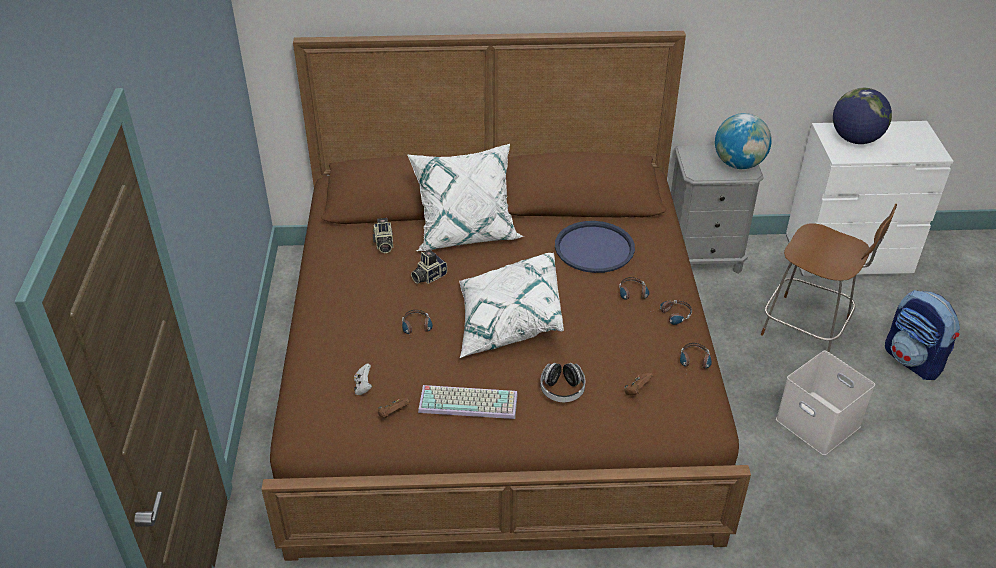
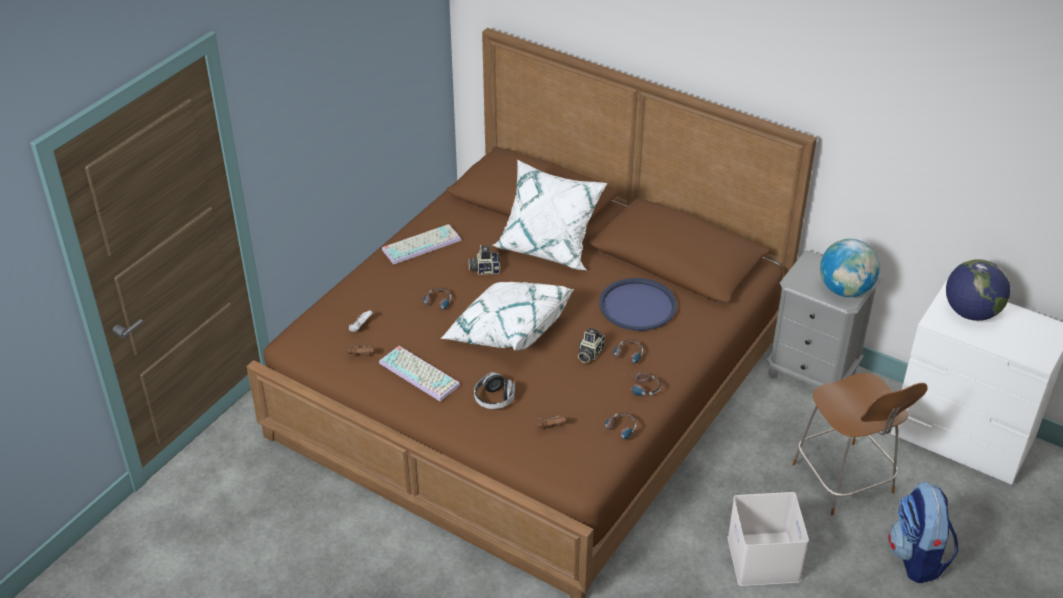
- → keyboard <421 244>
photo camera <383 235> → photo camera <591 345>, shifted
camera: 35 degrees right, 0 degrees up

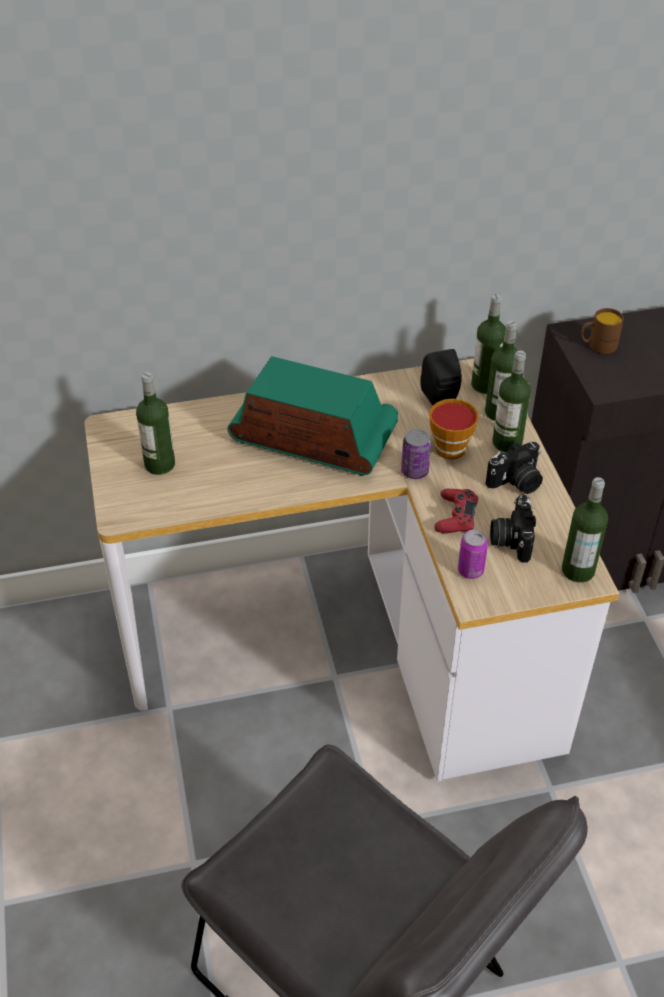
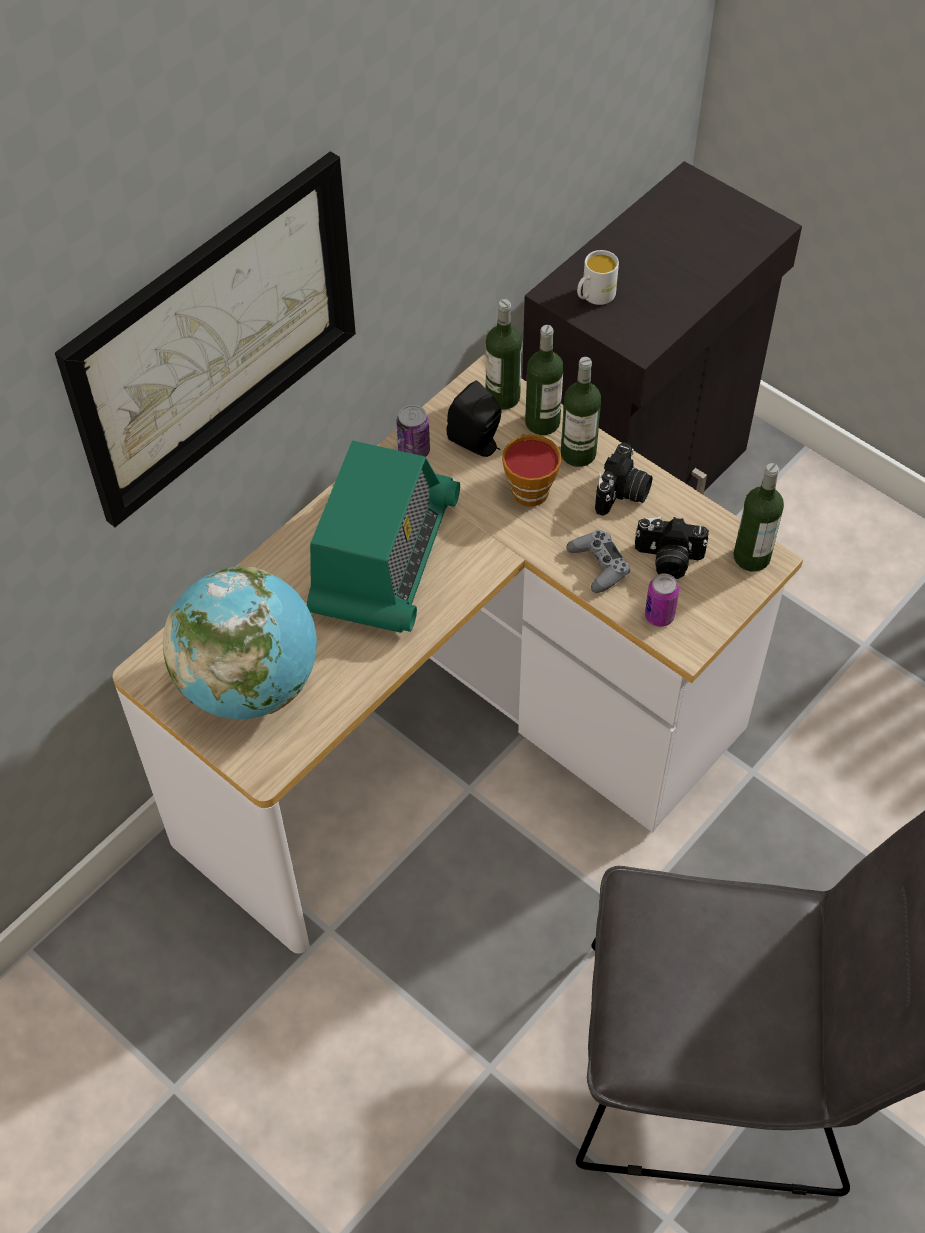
- → picture <205 339>
bottle <155 423> → globe <240 643>
radio <313 416> → radio <383 536>, 120 degrees clockwise
can <416 454> → can <413 431>, shifted
red game controller <456 510> → grey game controller <598 561>
brown mug <602 331> → white mug <598 277>
photo camera <513 529> → photo camera <672 547>, 45 degrees counterclockwise
camera: 35 degrees left, 10 degrees up

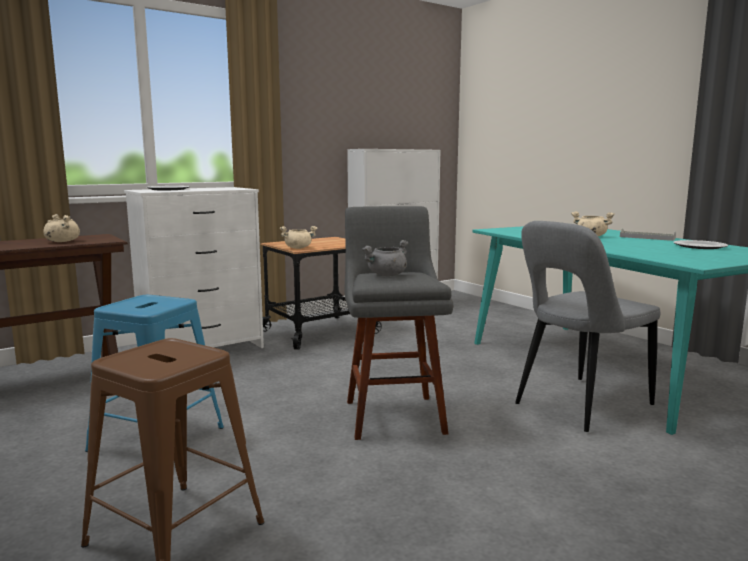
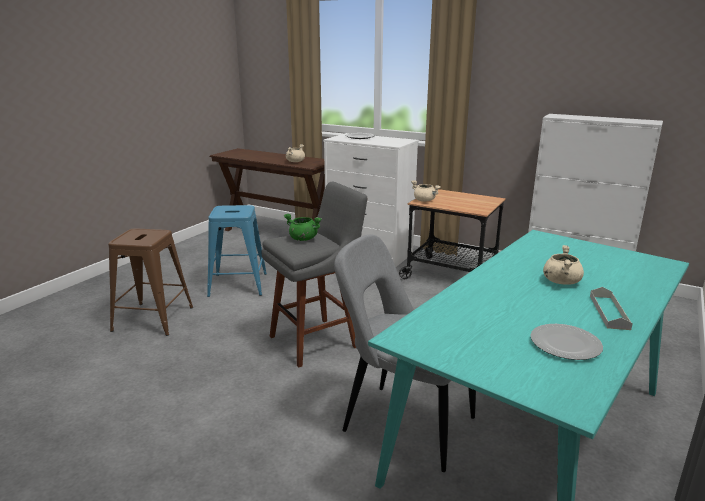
grey cooking pot <385 258> → green cooking pot <303 227>
camera: 65 degrees right, 10 degrees up

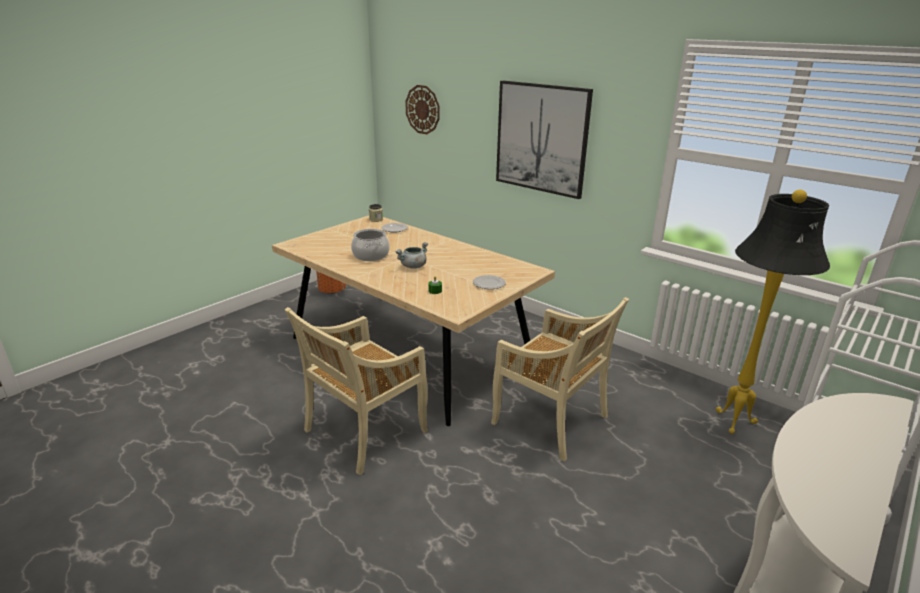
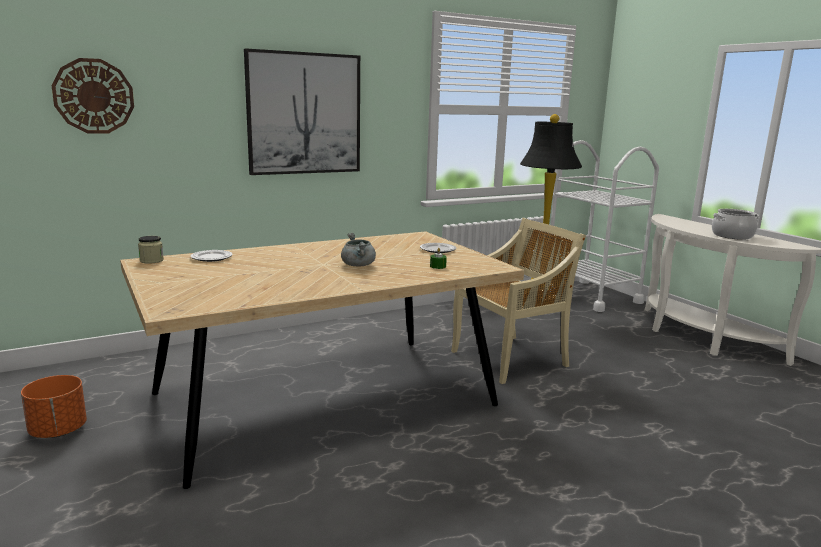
cooking pot <370 245> → cooking pot <735 224>, shifted
beige chair <356 391> → -
camera: 70 degrees left, 10 degrees down

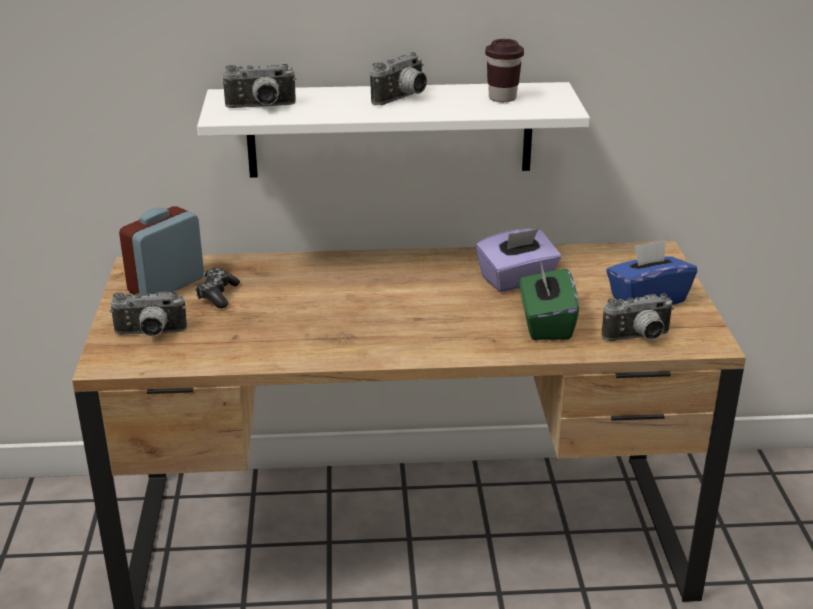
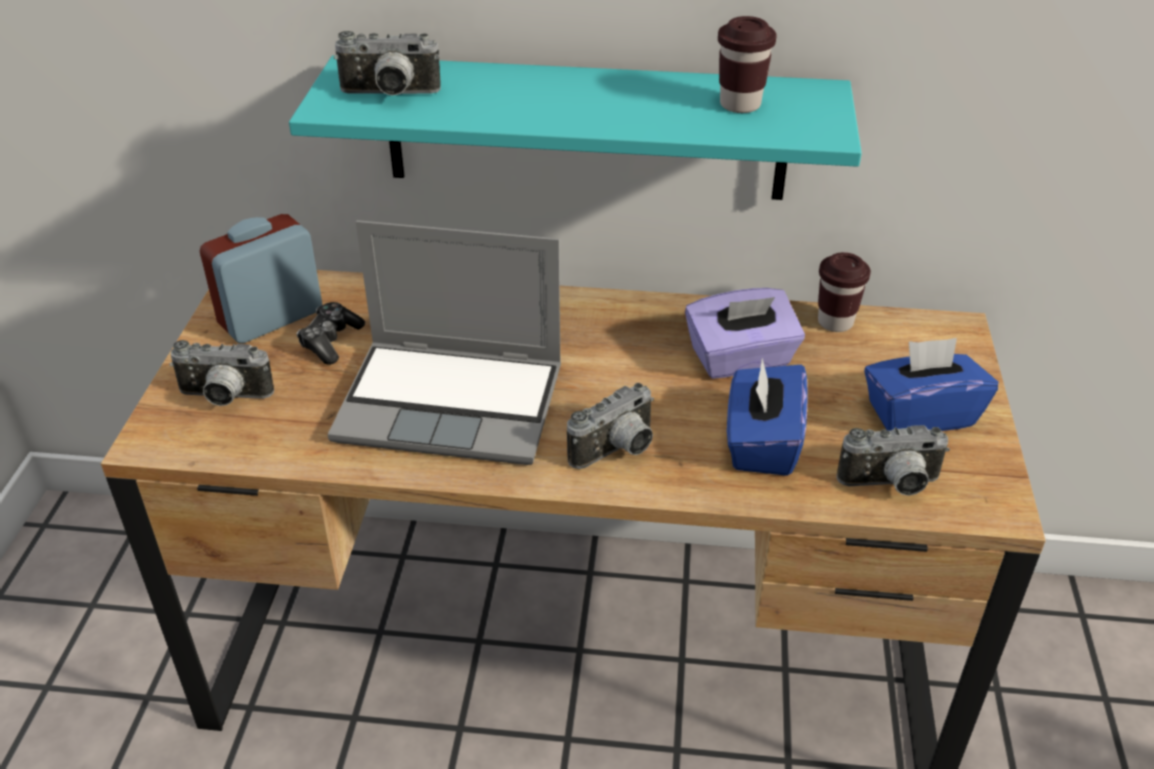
white shelf <393 130> → turquoise shelf <575 127>
- → laptop <444 342>
photo camera <398 78> → photo camera <610 426>, shifted
green tissue box <549 301> → blue tissue box <767 417>
- → brown cup <844 292>
camera: 10 degrees right, 10 degrees up

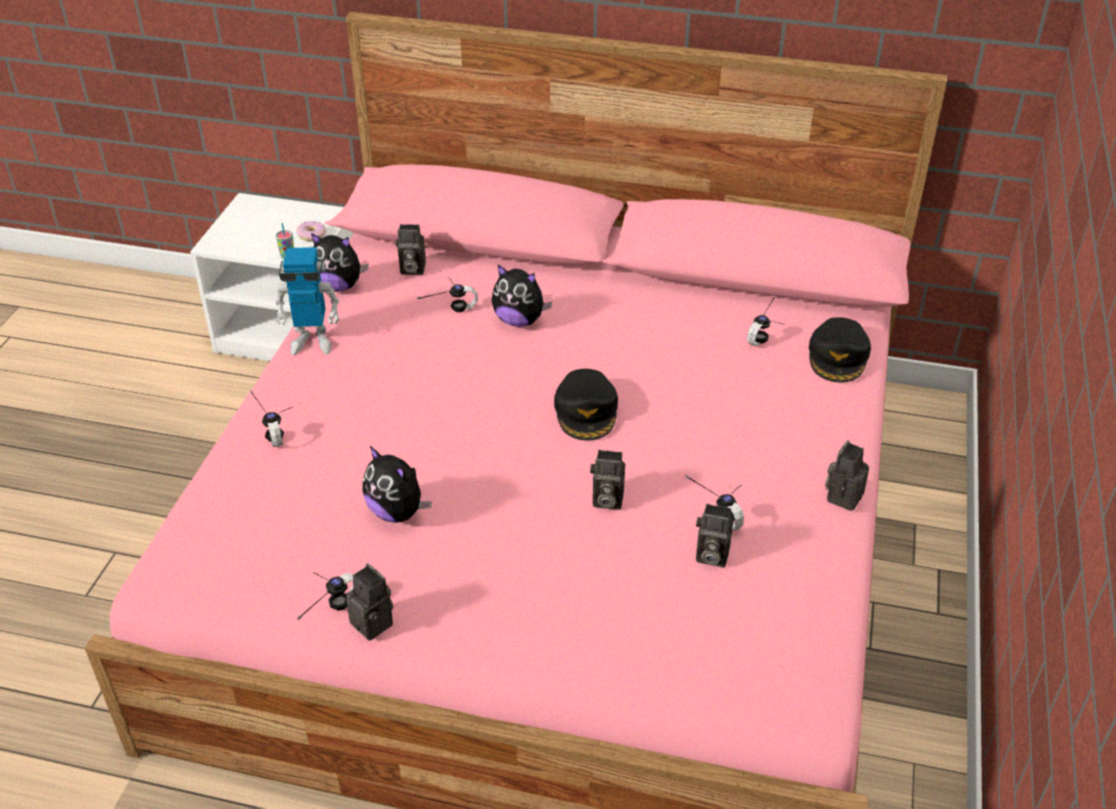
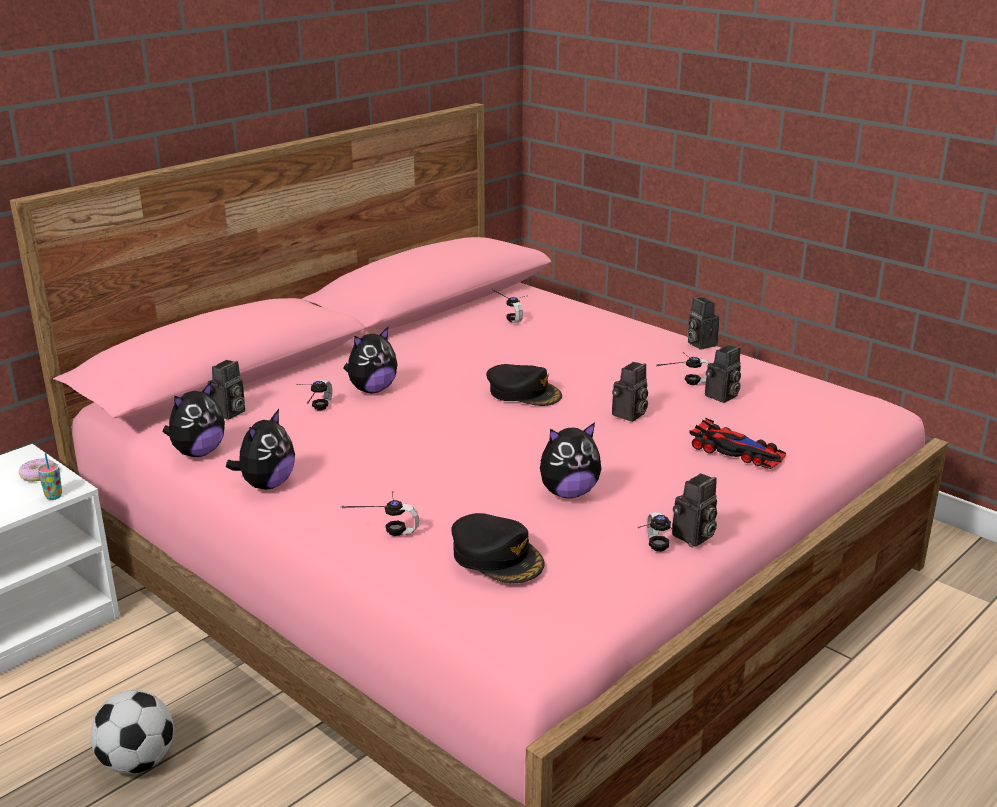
- → football <132 732>
toy robot <307 301> → plush toy <260 449>
black cap <840 349> → black cap <497 548>, shifted
photo camera <370 602> → photo camera <694 510>, 150 degrees clockwise
- → toy car <738 443>
camera: 60 degrees left, 15 degrees down

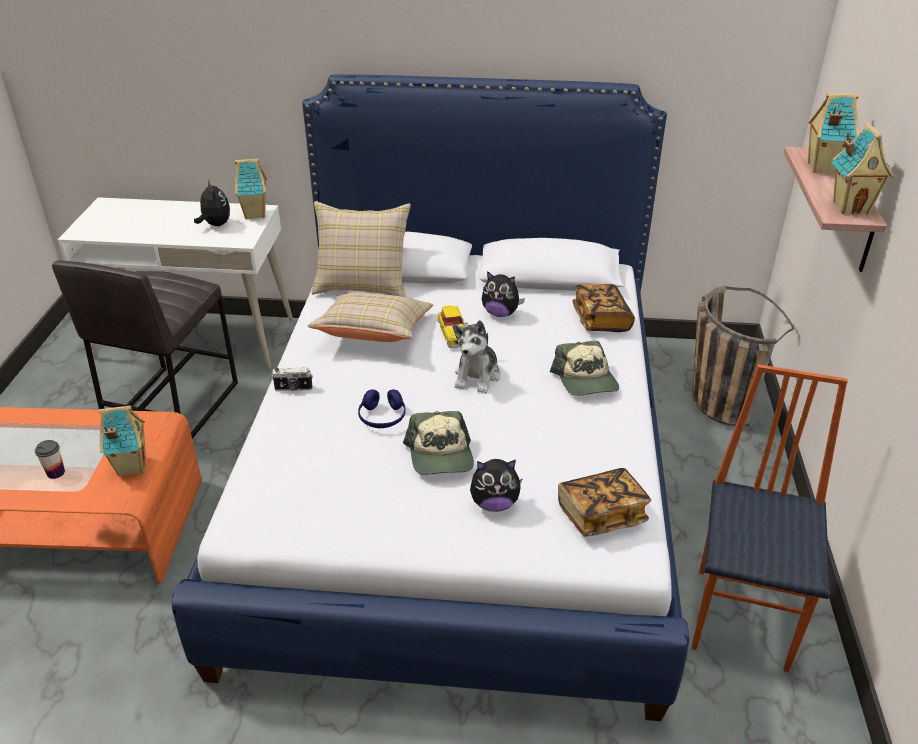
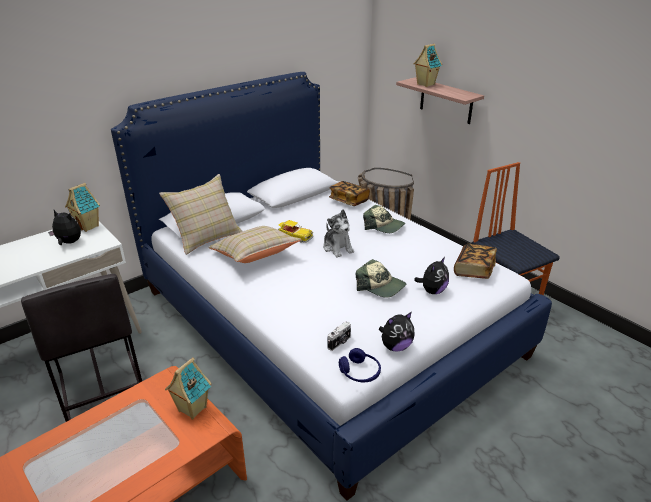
photo camera <292 379> → photo camera <339 336>, shifted
blue headphones <382 408> → blue headphones <360 365>, shifted
plush toy <503 294> → plush toy <397 331>, shifted
cup <50 459> → -
toy house <862 169> → -
camera: 45 degrees left, 5 degrees down

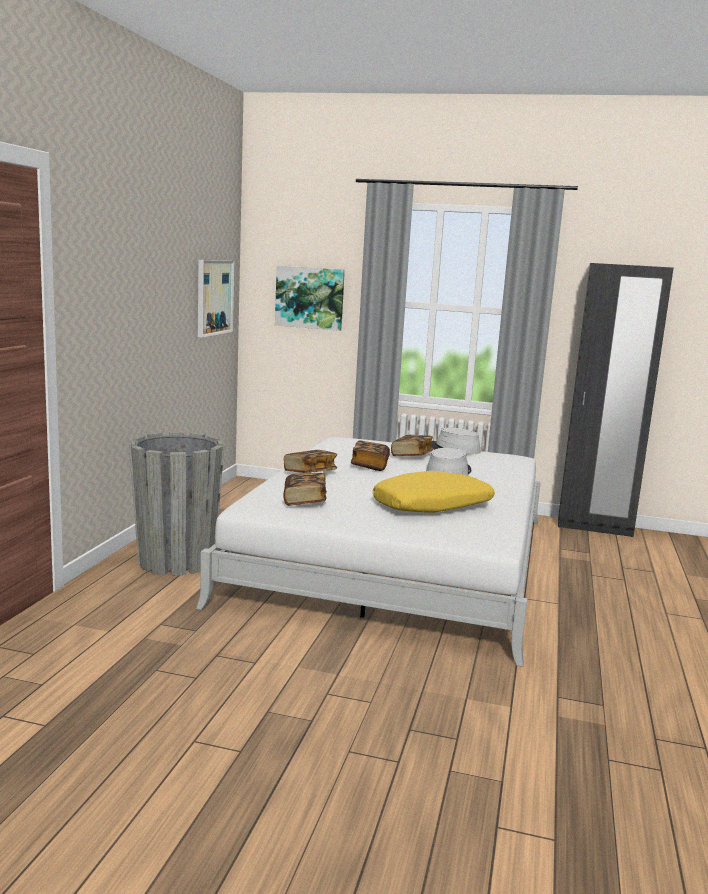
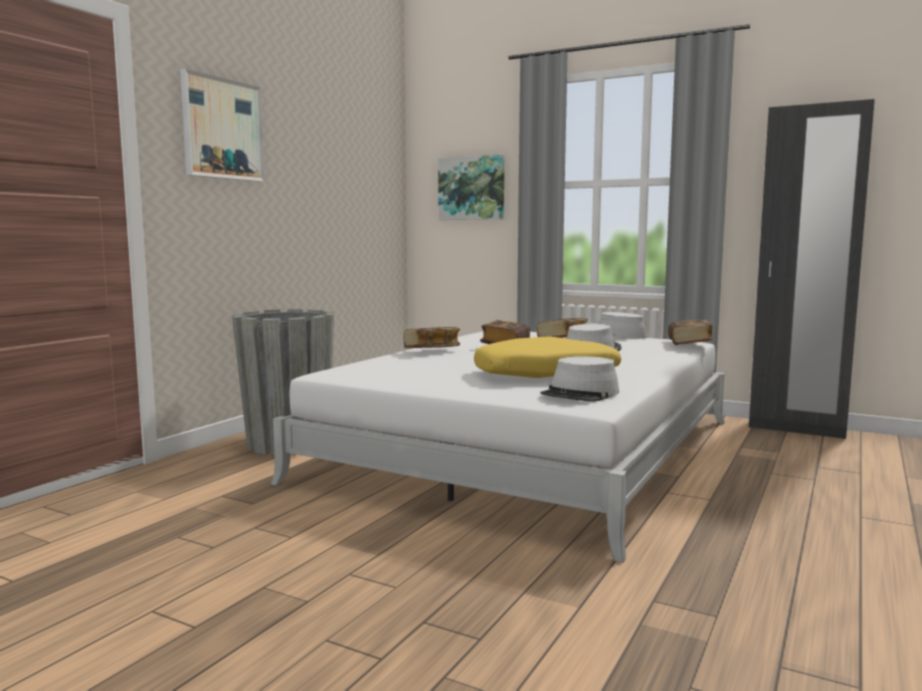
picture <216 299> → picture <222 125>, shifted
- → grey hat <579 379>
book <305 489> → book <690 332>, shifted
camera: 15 degrees right, 5 degrees down

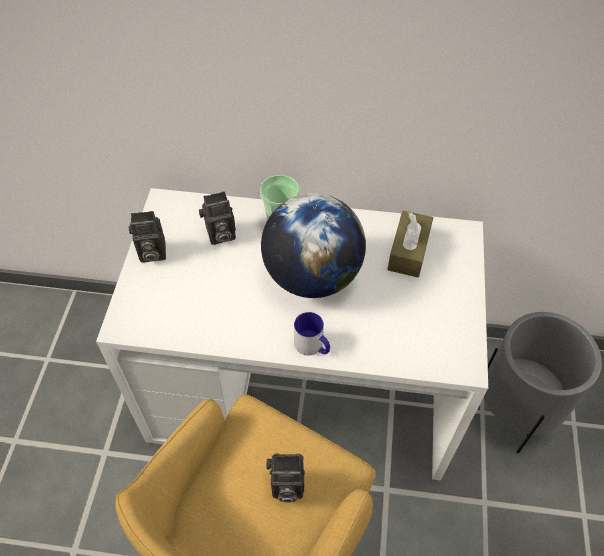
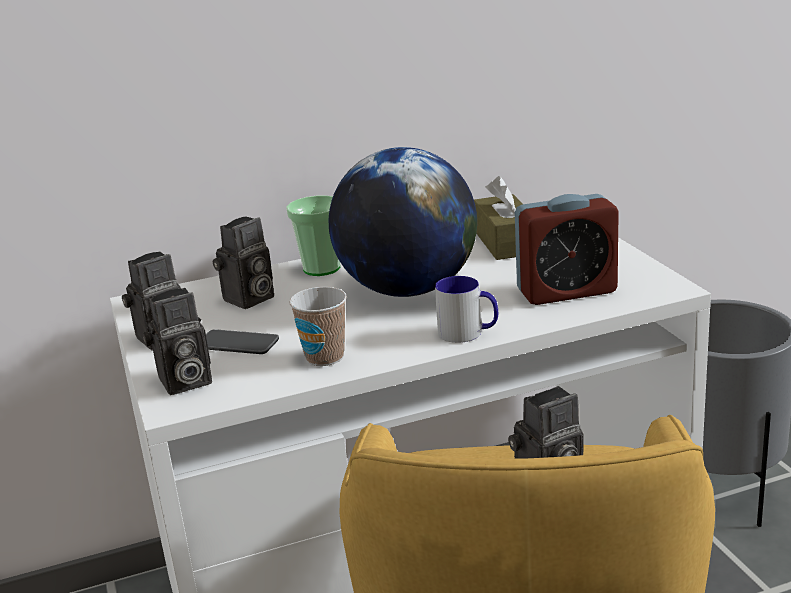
- → photo camera <177 341>
- → phone <242 341>
- → cup <318 326>
- → alarm clock <566 249>
camera: 25 degrees left, 30 degrees down

